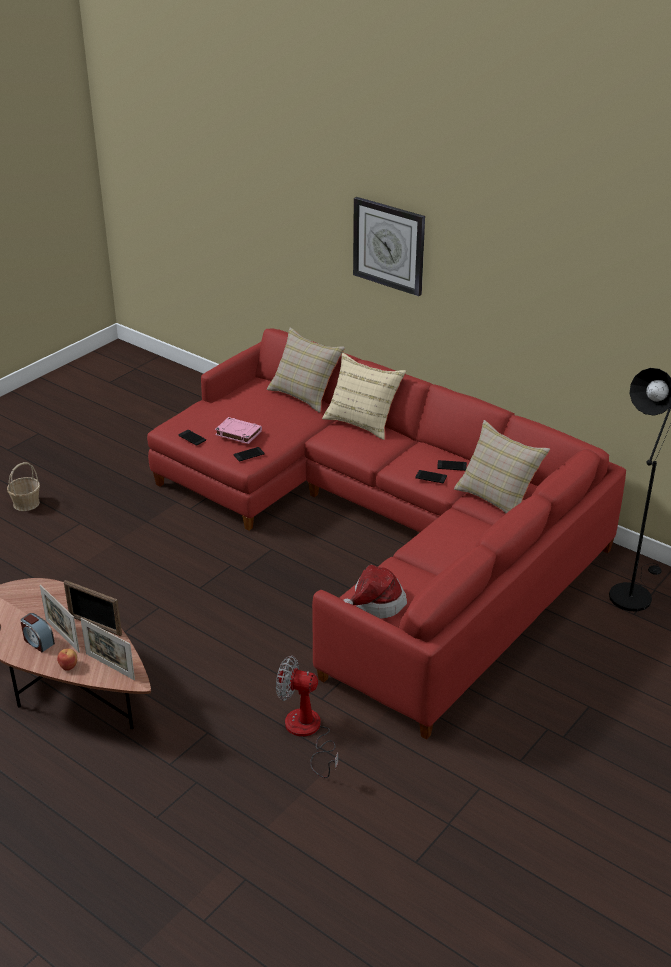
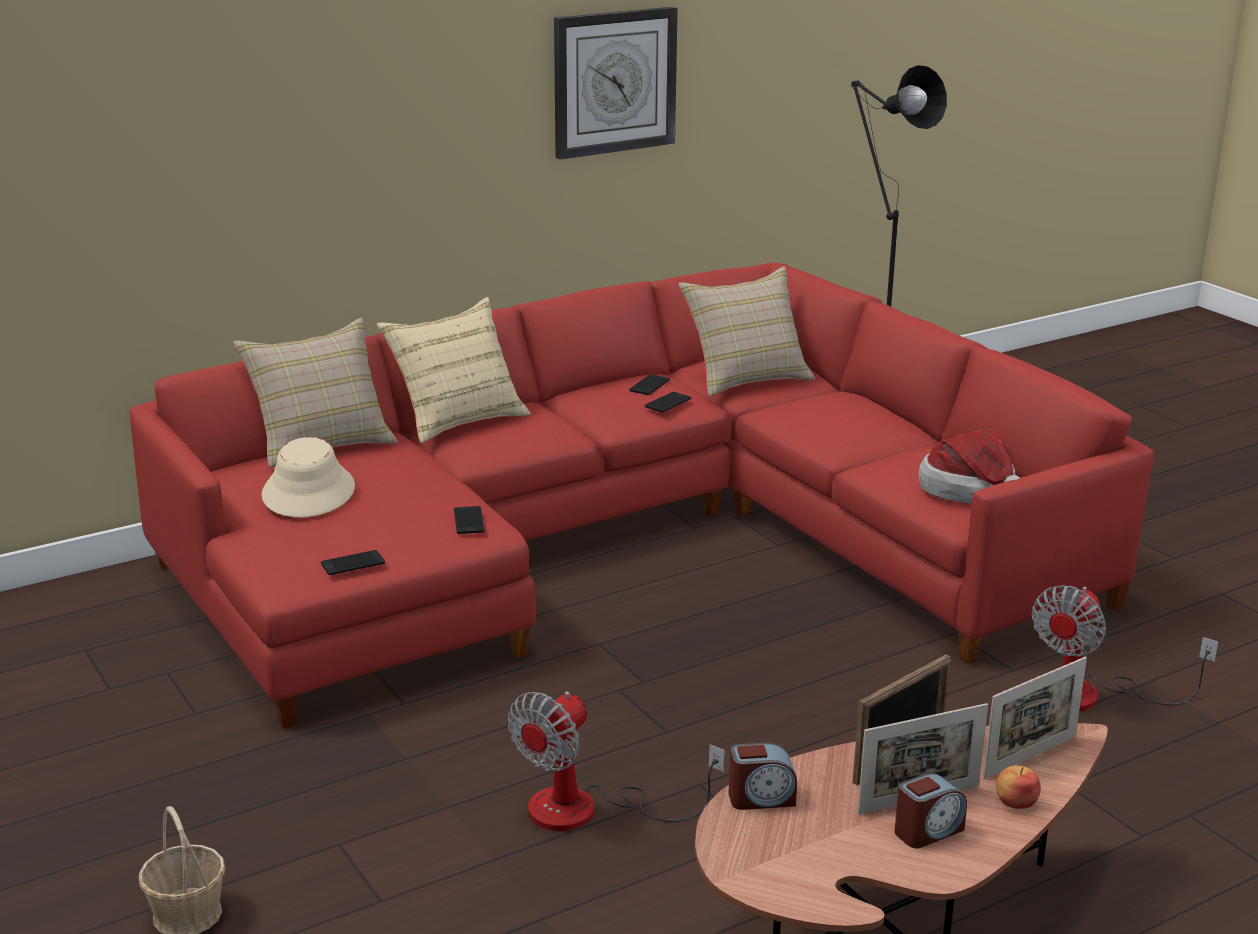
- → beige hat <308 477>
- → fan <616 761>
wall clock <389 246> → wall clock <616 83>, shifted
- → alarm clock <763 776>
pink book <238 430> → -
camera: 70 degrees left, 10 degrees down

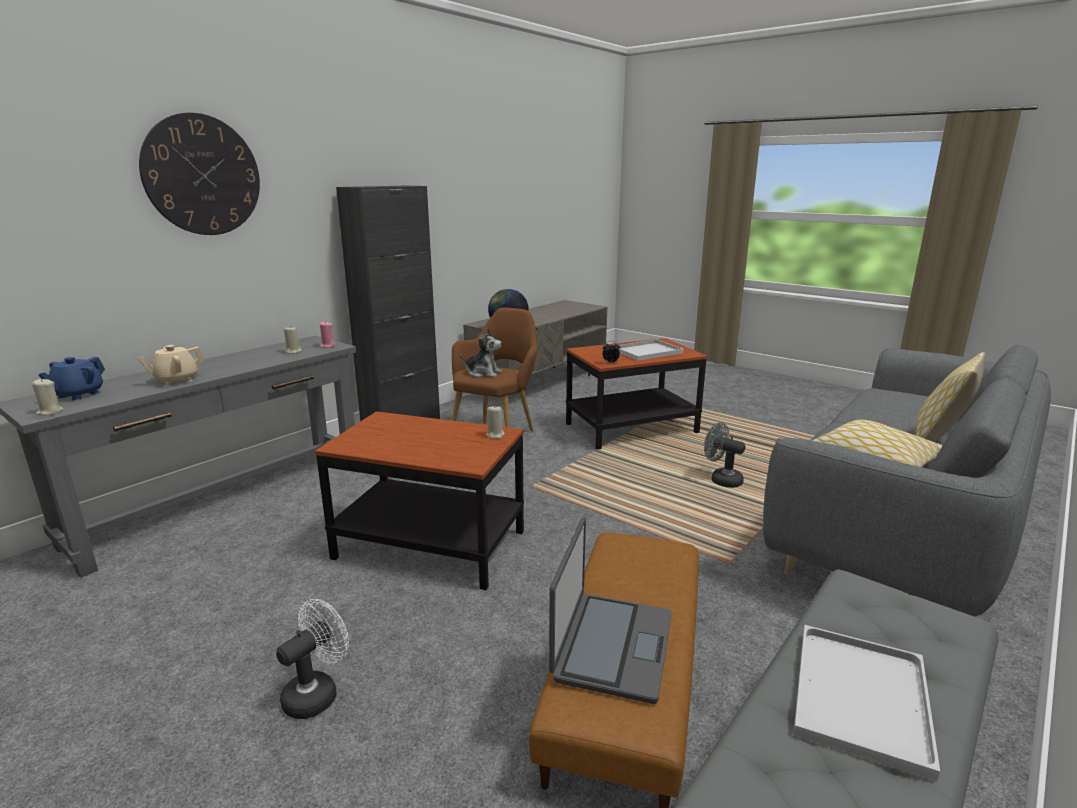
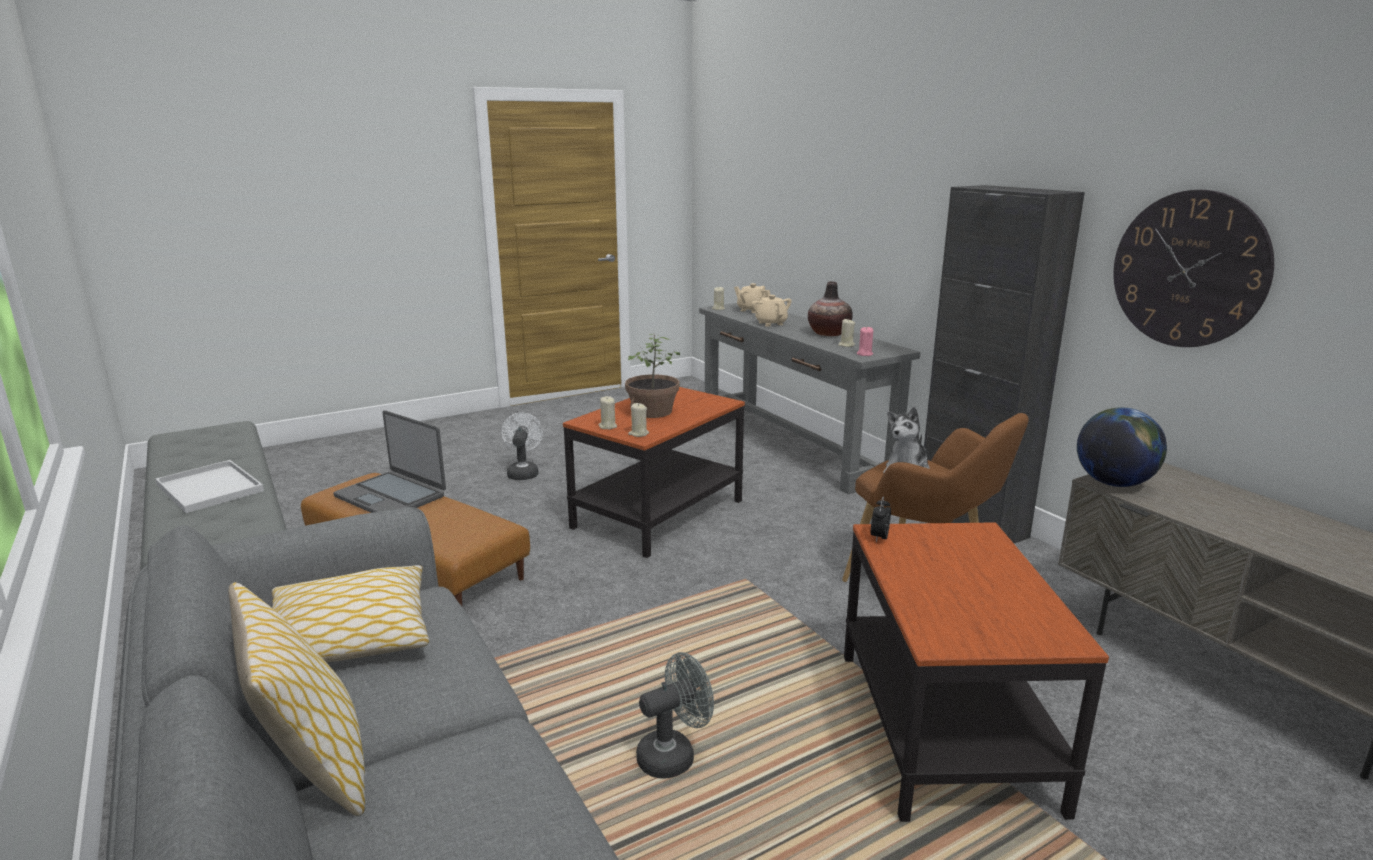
white fan <312 659> → white fan <522 446>, 150 degrees counterclockwise
- → beige candle <608 412>
- → potted plant <652 376>
blue teapot <71 378> → beige teapot <752 298>
- → vase <830 308>
wall clock <199 173> → wall clock <1193 268>, shifted
white tray <651 350> → -
camera: 110 degrees right, 0 degrees up

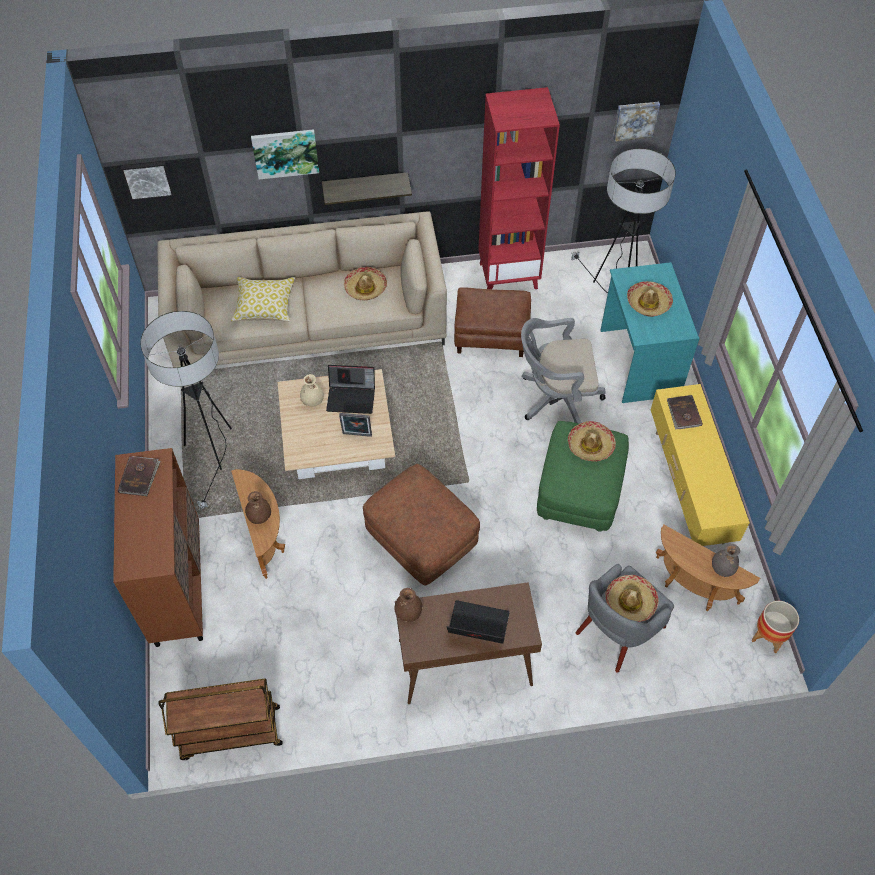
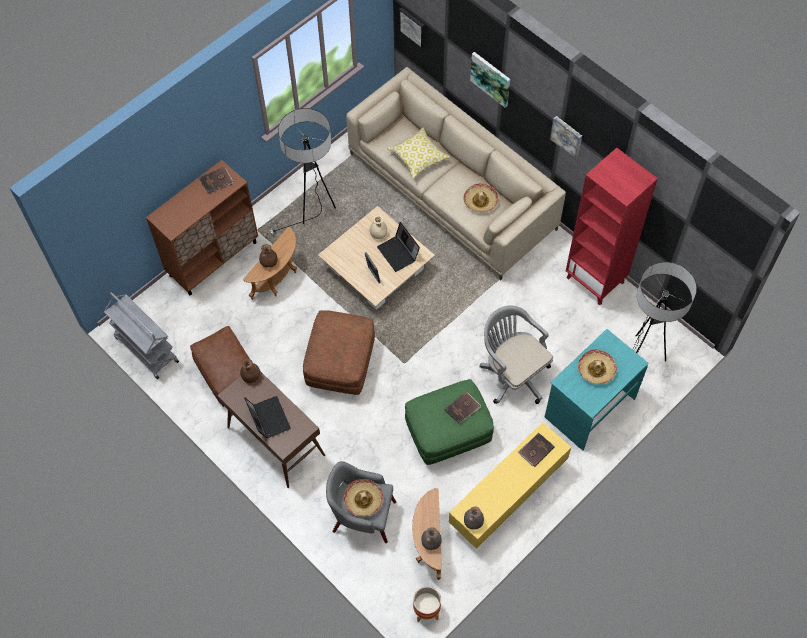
brown cart <221 719> → grey cart <141 335>
brown ottoman <492 322> → brown ottoman <220 366>, shifted
hat <592 441> → brown book <463 408>
- → grey vase <474 518>
picture <636 121> → picture <566 137>, shifted
shelf <367 188> → -
camera: 55 degrees right, 5 degrees up

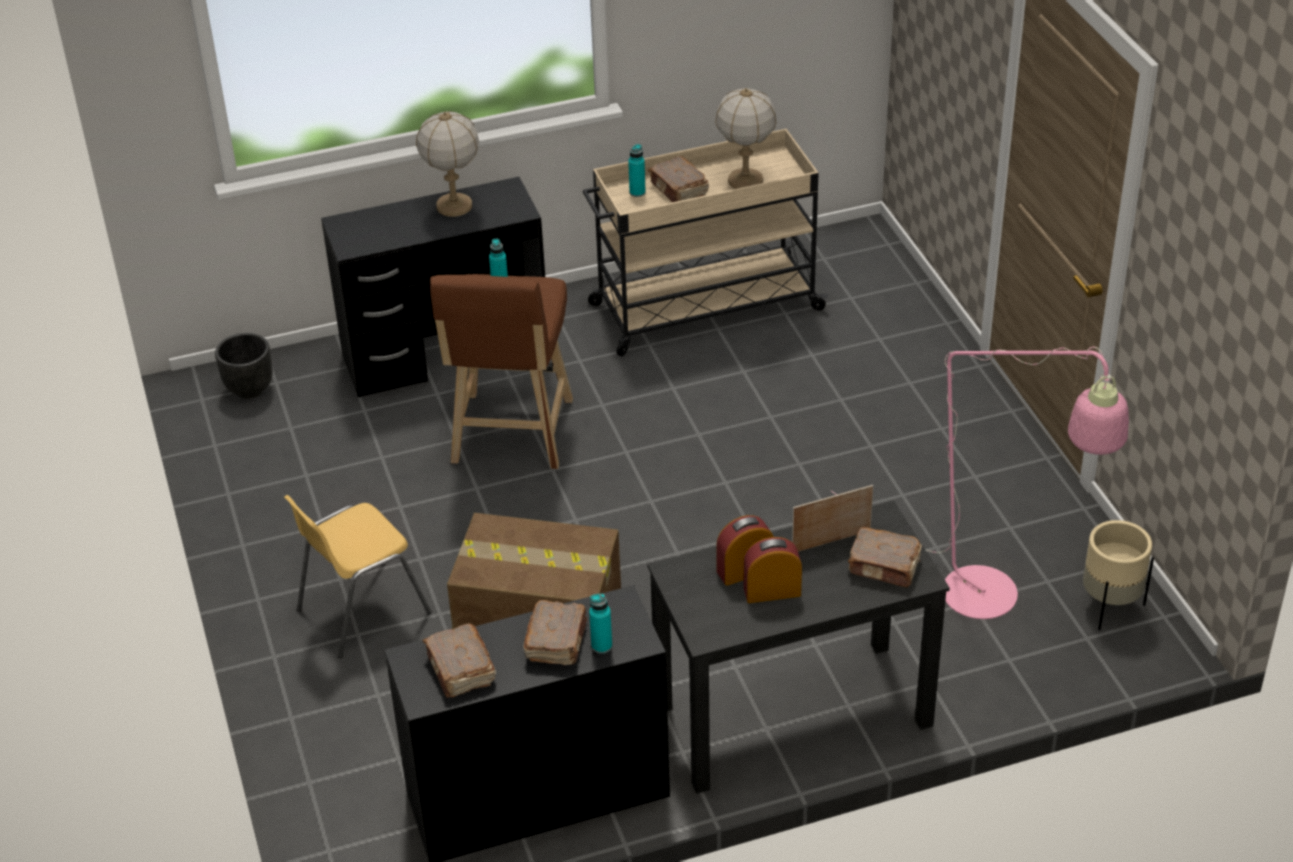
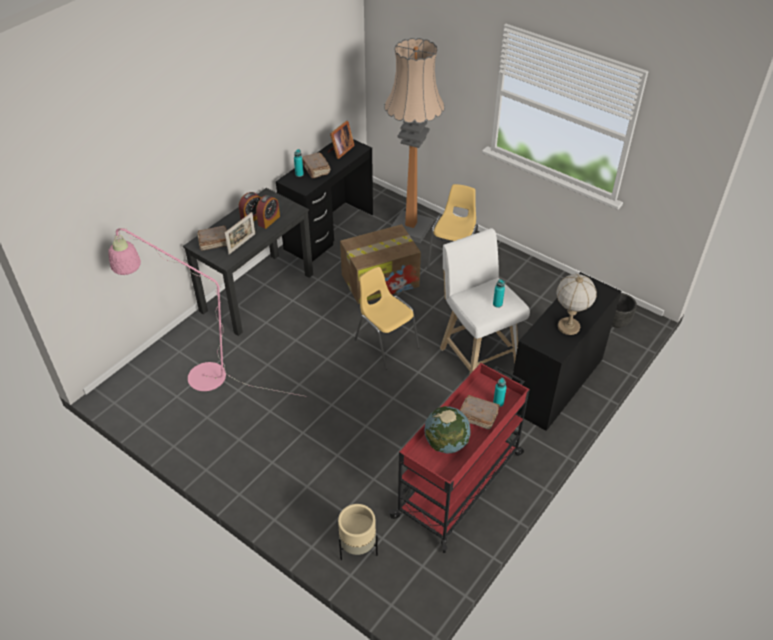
brown book <459 661> → picture frame <341 140>
beige planter <1118 575> → beige planter <358 532>, shifted
- → yellow chair <387 318>
- → floor lamp <414 140>
beige cart <706 242> → red cart <459 458>
table lamp <746 138> → globe <447 430>
brown stool <501 371> → white stool <485 301>
camera: 145 degrees right, 5 degrees up

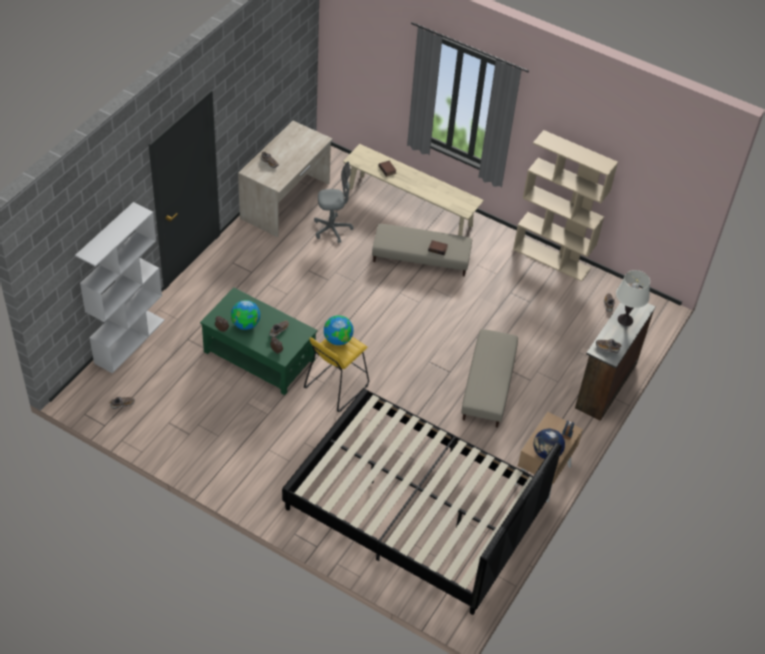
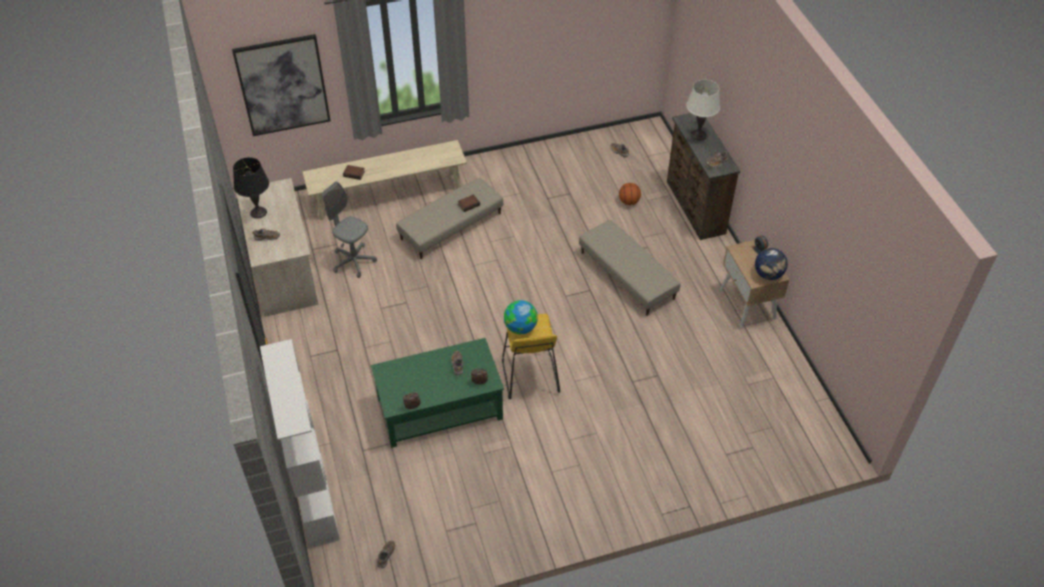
- → picture <281 85>
- → black table lamp <251 188>
grey office chair <333 202> → grey office chair <349 230>, 90 degrees counterclockwise
- → basketball <630 194>
globe <245 315> → -
black bed <422 501> → -
beige bookcase <565 206> → -
camera: 45 degrees left, 0 degrees up

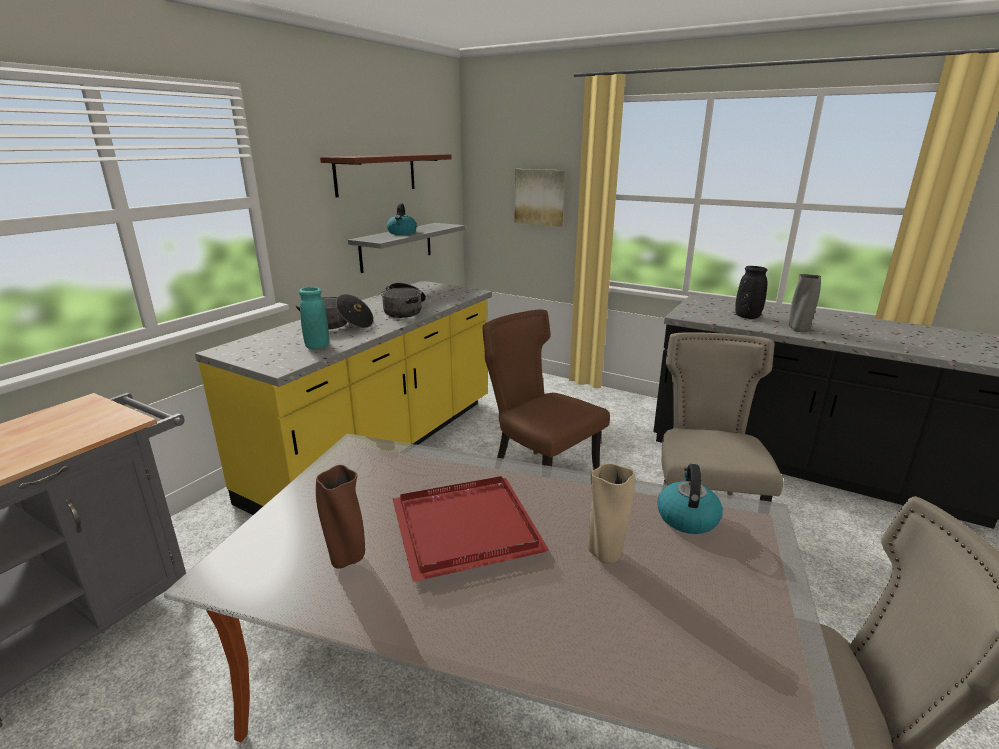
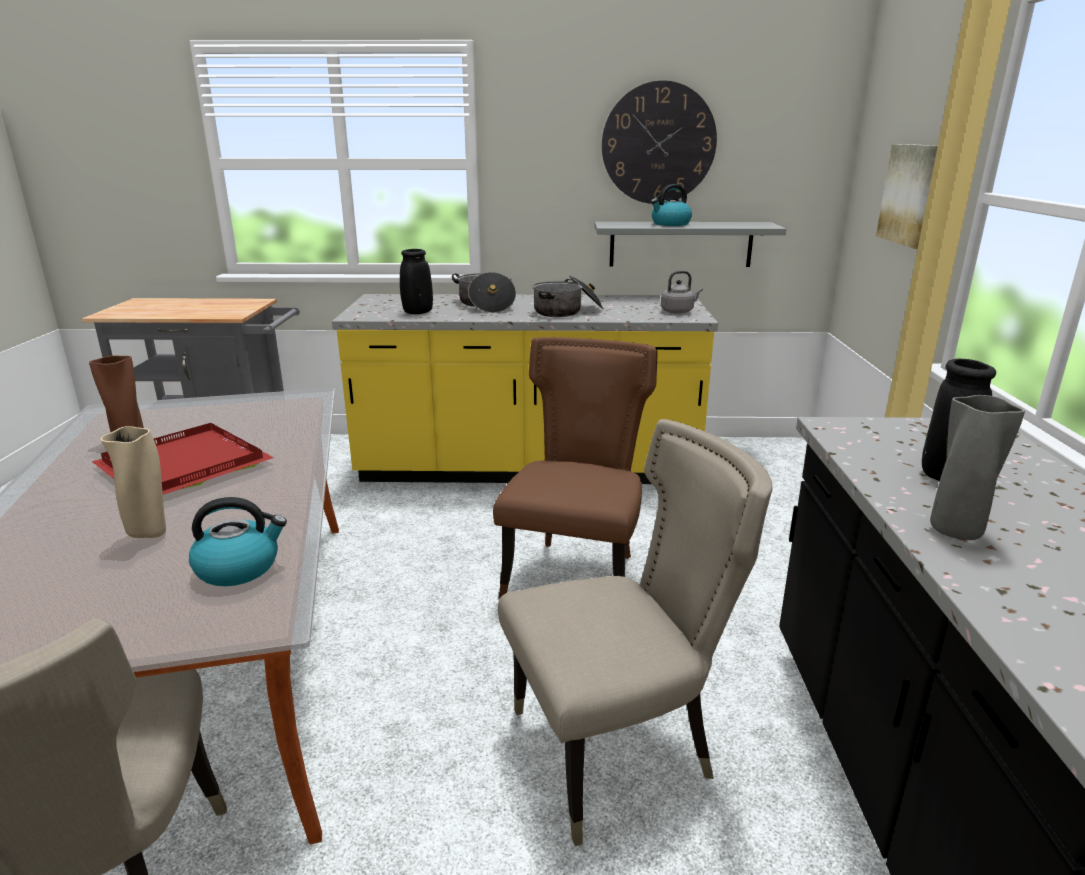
turquoise vase <314 318> → black vase <416 281>
brown shelf <386 175> → wall clock <659 142>
- → grey kettle <682 292>
camera: 60 degrees right, 0 degrees up

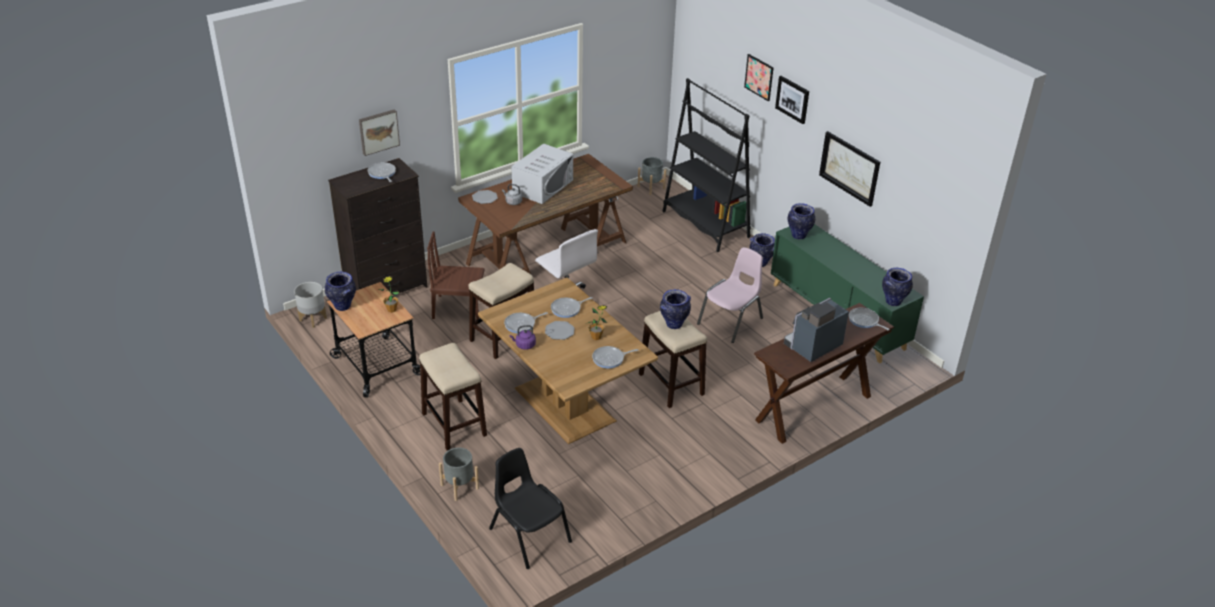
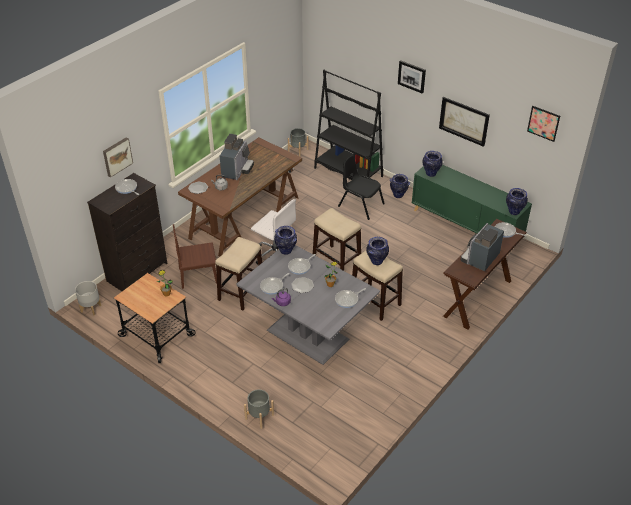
white microwave <542 173> → coffee machine <237 157>
brown dining table <568 361> → grey dining table <308 305>
vase <340 291> → vase <285 240>, shifted
stool <453 397> → stool <337 239>, shifted
black chair <530 508> → black chair <361 188>, shifted
picture <759 77> → picture <543 124>, shifted
pink chair <730 295> → -
camera: 15 degrees left, 5 degrees up

